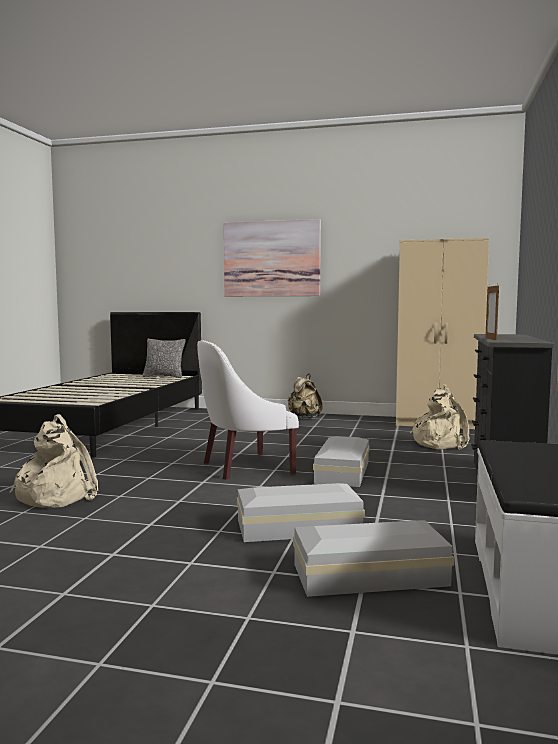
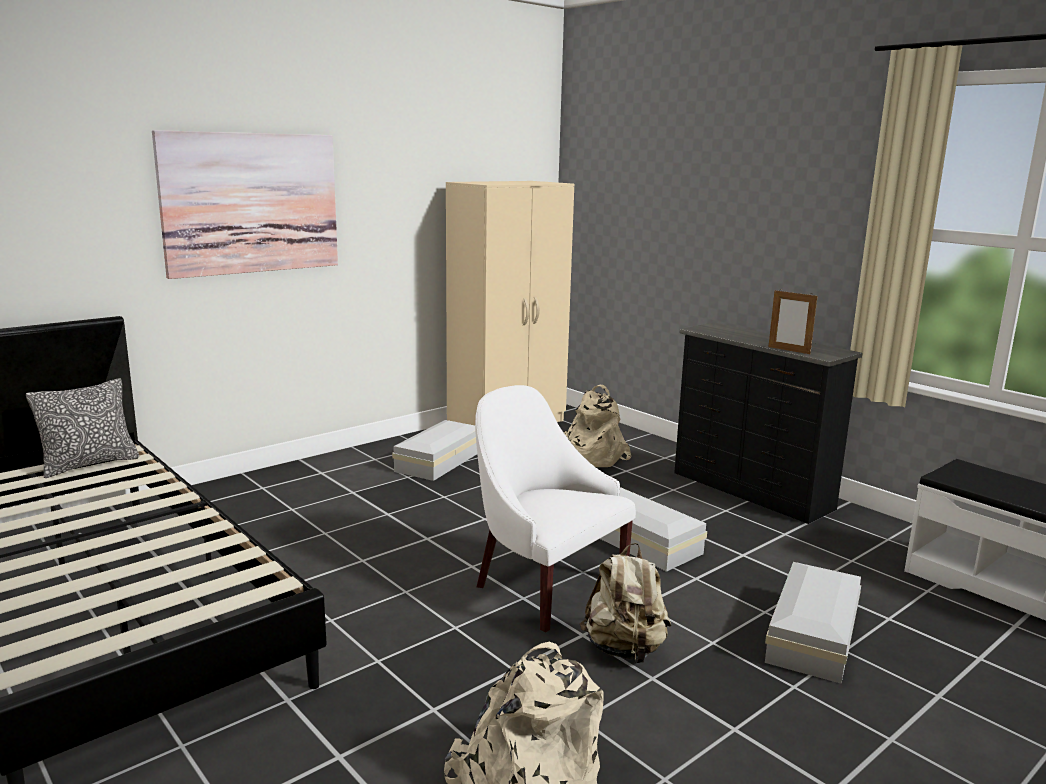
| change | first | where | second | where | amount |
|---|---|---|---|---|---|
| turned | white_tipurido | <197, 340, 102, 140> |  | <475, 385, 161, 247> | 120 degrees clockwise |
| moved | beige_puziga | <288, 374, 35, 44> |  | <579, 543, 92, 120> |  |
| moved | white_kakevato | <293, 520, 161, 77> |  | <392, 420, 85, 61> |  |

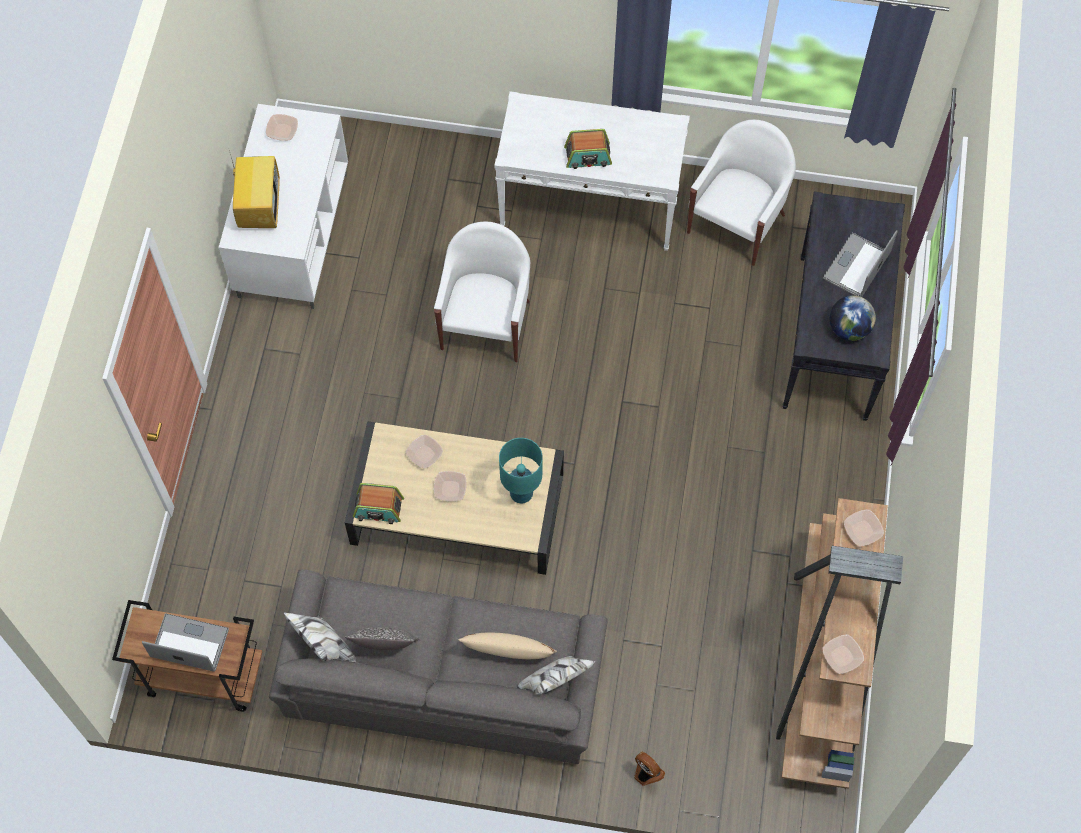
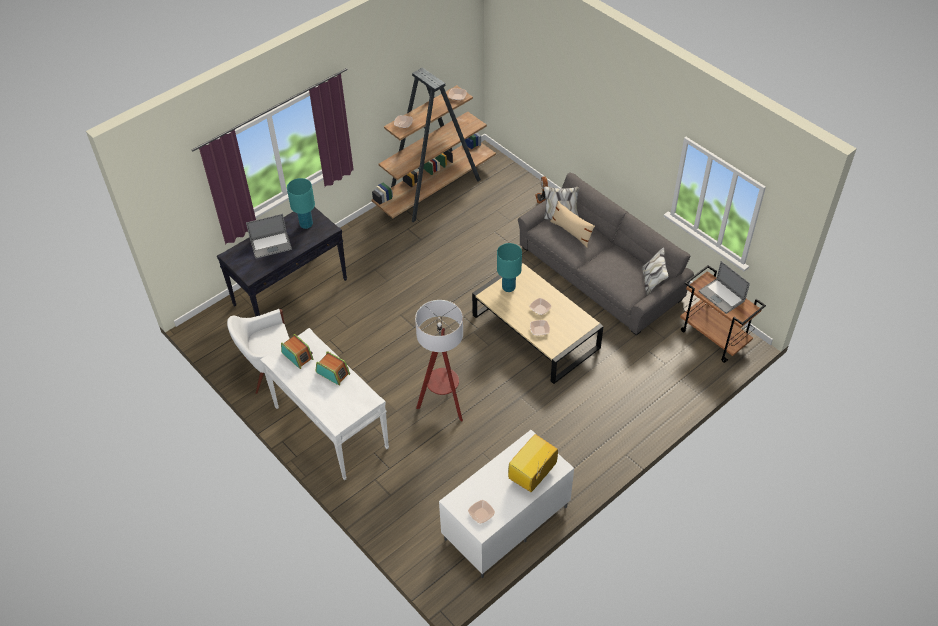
| change | first | where | second | where | amount |
|---|---|---|---|---|---|
| replaced | white_tipurido | <434, 221, 96, 141> | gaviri | <415, 300, 48, 122> |  |
| replaced | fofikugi | <830, 295, 46, 46> | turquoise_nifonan | <287, 178, 28, 51> |  |
| moved | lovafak | <353, 483, 51, 41> |  | <281, 334, 32, 35> |  |
| removed | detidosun | <345, 626, 75, 24> |  |  |  |

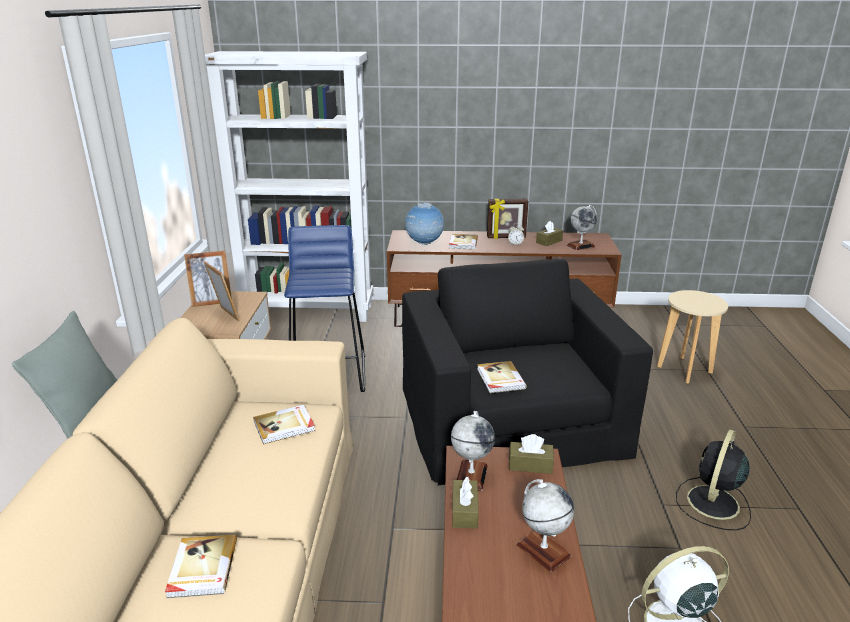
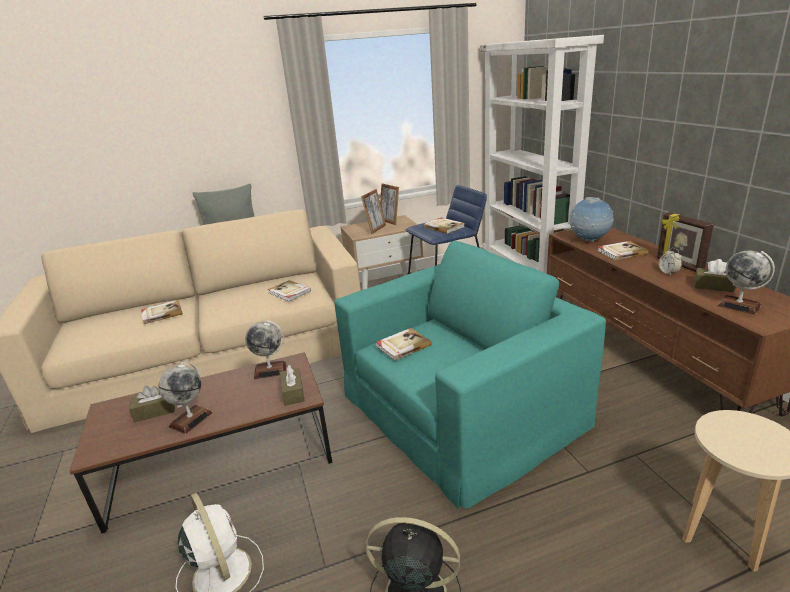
| change | first | where | second | where | amount |
|---|---|---|---|---|---|
| recoloured | black_tipurido | <402, 259, 251, 226> | turquoise_tipurido | <334, 241, 272, 269> |  |
| moved | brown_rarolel | <452, 476, 27, 53> |  | <129, 386, 46, 36> |  |
| added |  |  | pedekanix | <423, 218, 42, 16> |  |

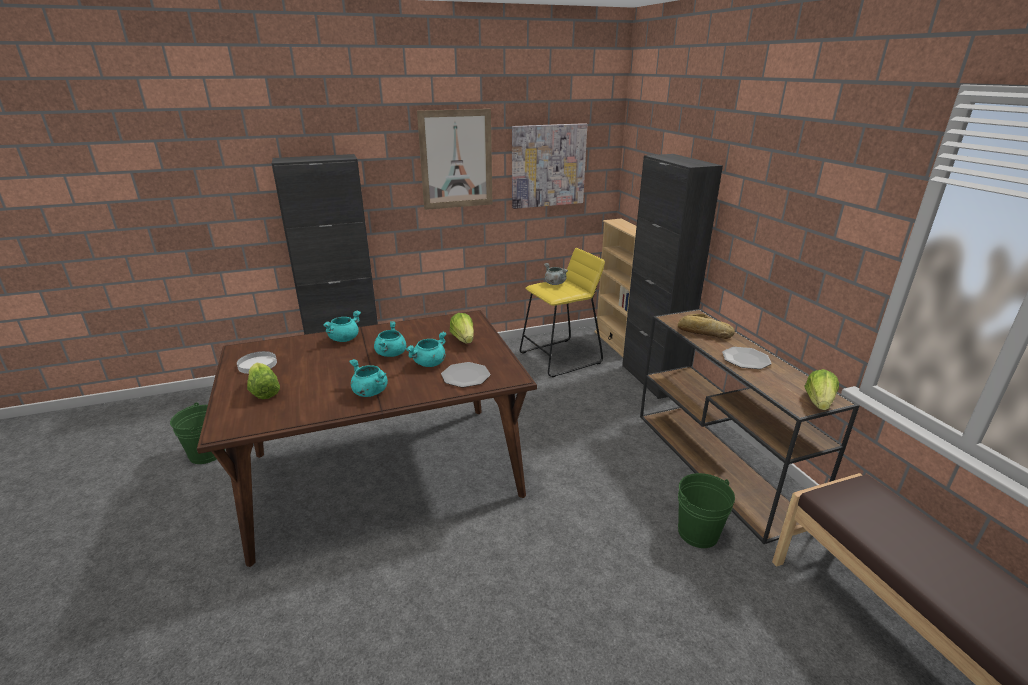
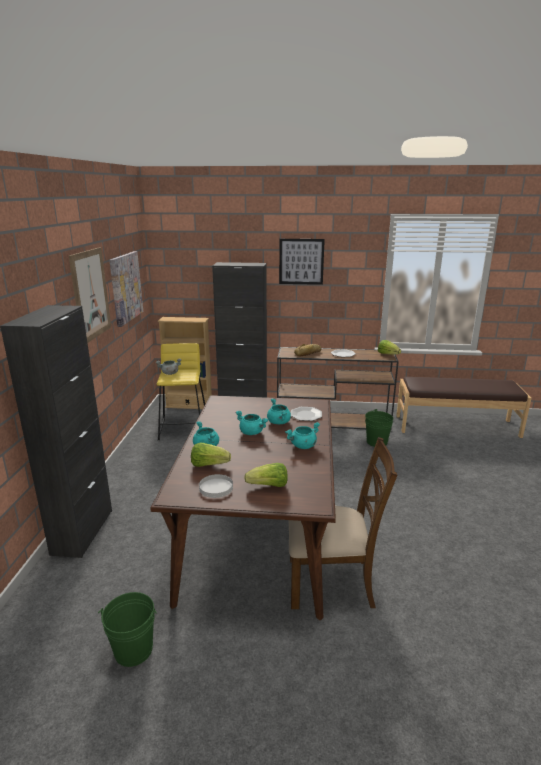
| change | first | where | second | where | amount |
|---|---|---|---|---|---|
| moved | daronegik | <450, 313, 24, 31> |  | <191, 442, 40, 25> |  |
| added |  |  | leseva | <279, 239, 46, 46> |  |
| added |  |  | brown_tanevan | <288, 437, 110, 172> |  |

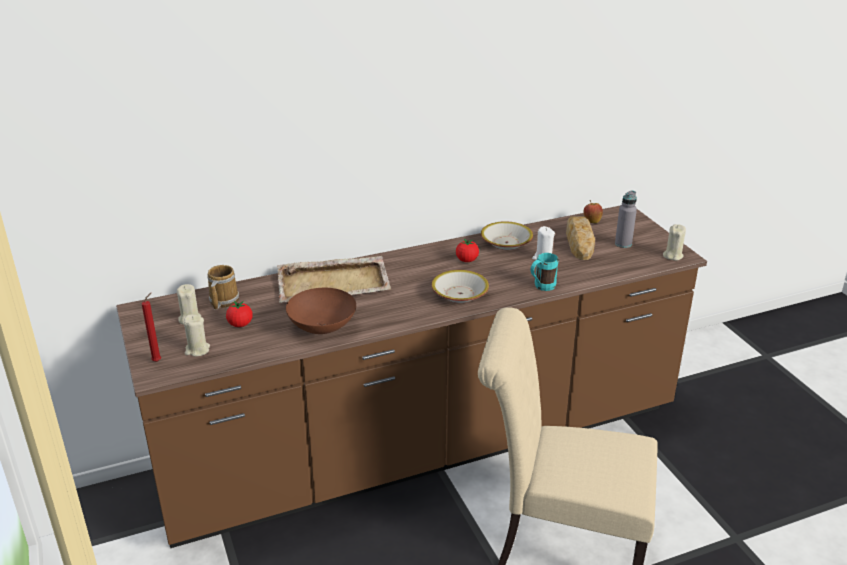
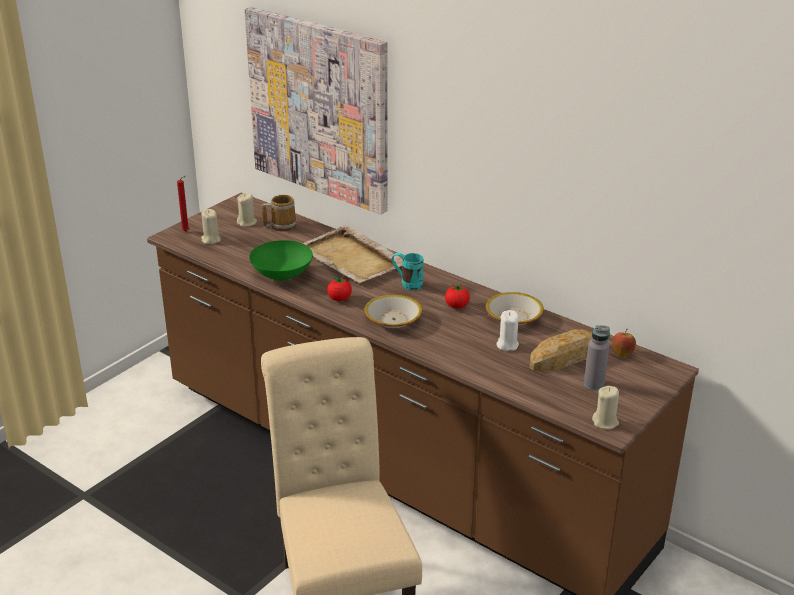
| change | first | where | second | where | amount |
|---|---|---|---|---|---|
| moved | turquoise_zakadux | <531, 253, 28, 38> |  | <392, 253, 32, 38> |  |
| recoloured | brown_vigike | <286, 288, 70, 46> | green_vigike | <250, 240, 63, 41> |  |
| moved | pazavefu | <226, 301, 27, 26> |  | <327, 276, 25, 25> |  |
| added |  |  | leseva | <244, 7, 144, 208> |  |

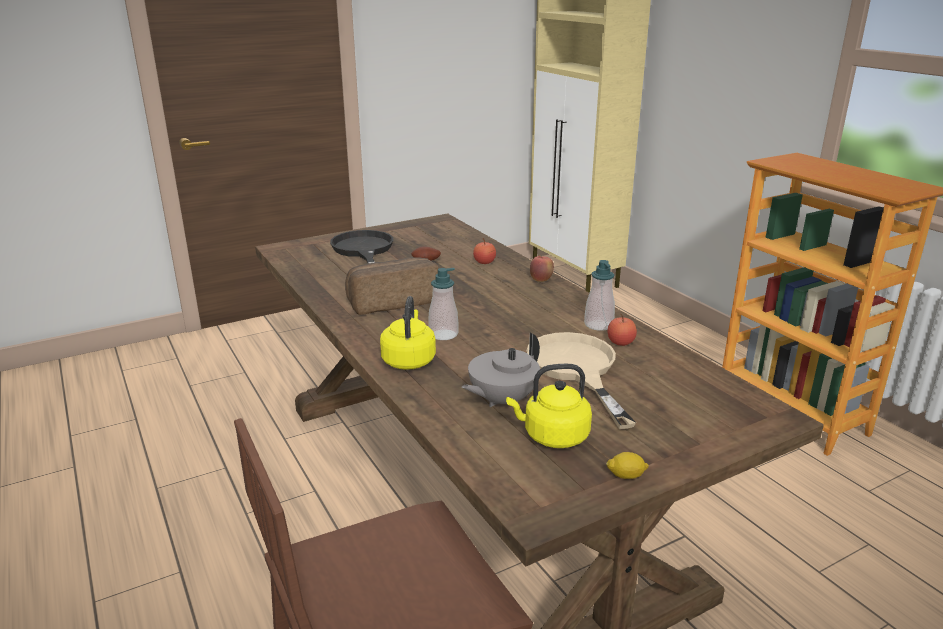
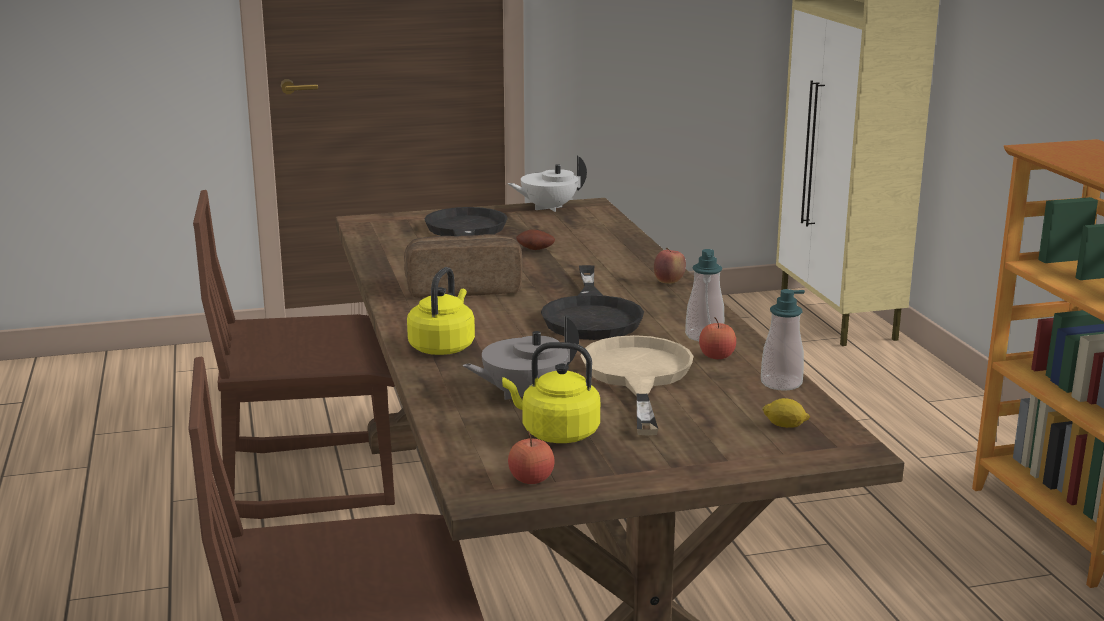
| change | first | where | second | where | amount |
|---|---|---|---|---|---|
| moved | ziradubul | <473, 238, 23, 26> |  | <508, 431, 47, 53> |  |
| moved | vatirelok | <428, 268, 31, 72> |  | <761, 289, 44, 102> |  |
| moved | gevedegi | <606, 452, 43, 27> |  | <762, 398, 48, 30> |  |
| added |  |  | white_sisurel | <507, 156, 80, 56> |  |
| added |  |  | brown_tanevan | <193, 190, 202, 329> |  |
| added |  |  | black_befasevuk | <541, 265, 103, 75> |  |

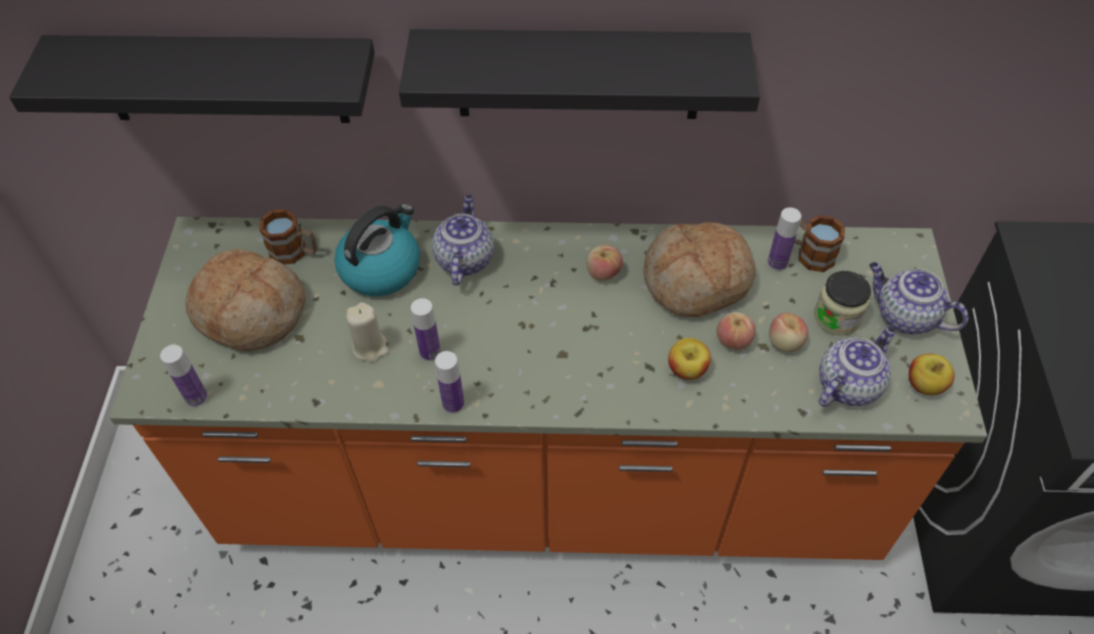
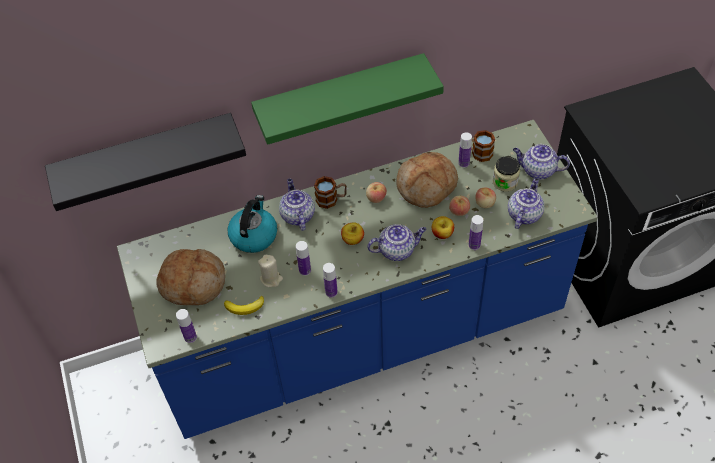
| change | first | where | second | where | amount |
|---|---|---|---|---|---|
| recoloured | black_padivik | <399, 29, 361, 90> | green_padivik | <251, 53, 193, 92> |  |
| moved | zakadux | <259, 209, 58, 56> |  | <314, 176, 33, 33> |  |
| recoloured | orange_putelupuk | <109, 217, 878, 343> | blue_putelupuk | <117, 120, 481, 319> |  |
| moved | ziradubul | <909, 354, 45, 41> |  | <341, 222, 23, 23> |  |
| added |  |  | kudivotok | <469, 215, 14, 35> |  |
| added |  |  | sisurel | <367, 224, 59, 37> |  |
| added |  |  | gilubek | <224, 296, 40, 19> |  |

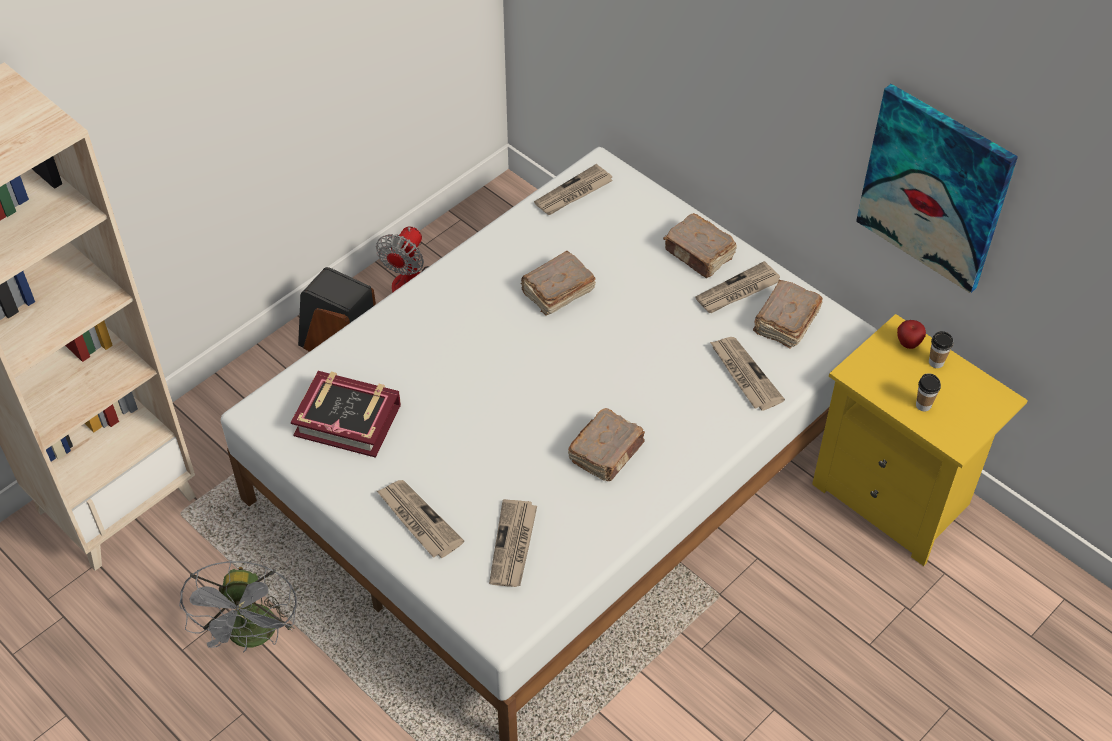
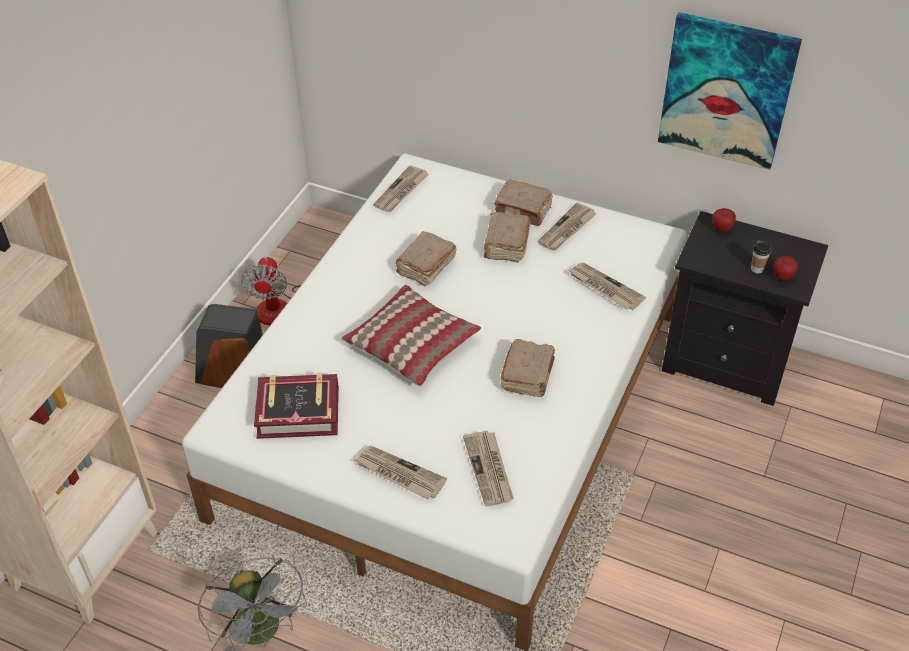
| change | first | where | second | where | amount |
|---|---|---|---|---|---|
| moved | brown_pedekanix | <753, 279, 70, 70> |  | <484, 212, 47, 51> |  |
| recoloured | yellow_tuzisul | <812, 314, 216, 252> | black_tuzisul | <662, 211, 166, 195> |  |
| removed | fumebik | <929, 331, 24, 37> |  |  |  |
| added |  |  | ziradubul | <774, 256, 24, 25> |  |
| added |  |  | detidosun | <341, 285, 140, 101> |  |

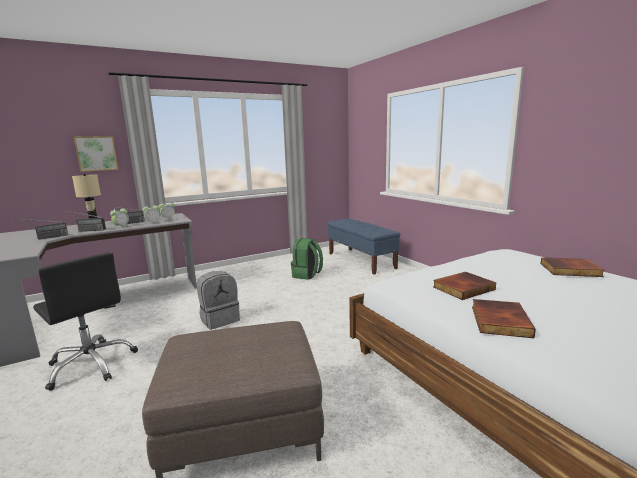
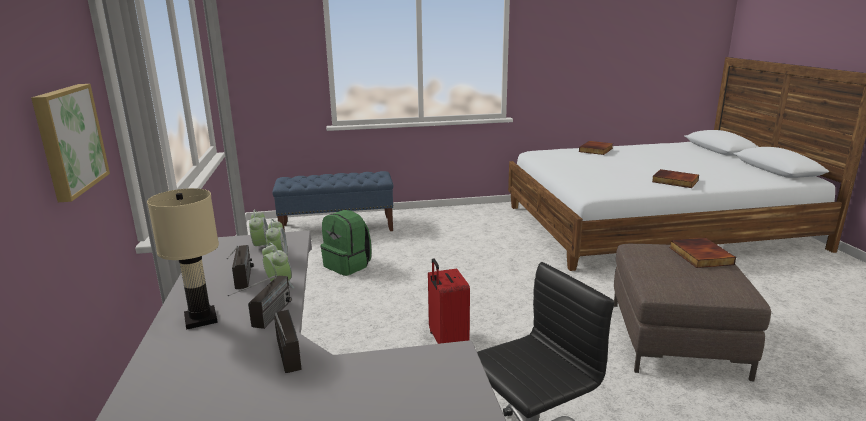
| change | first | where | second | where | amount |
|---|---|---|---|---|---|
| replaced | grey_puziga | <197, 271, 43, 59> | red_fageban | <428, 258, 42, 86> |  |
| moved | pedekanix | <433, 272, 63, 28> |  | <669, 238, 67, 30> |  |

